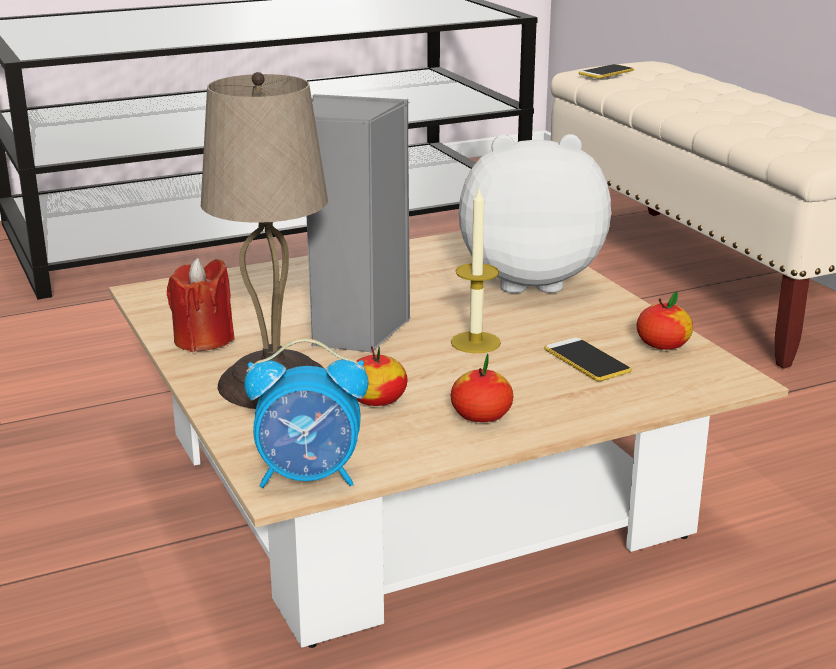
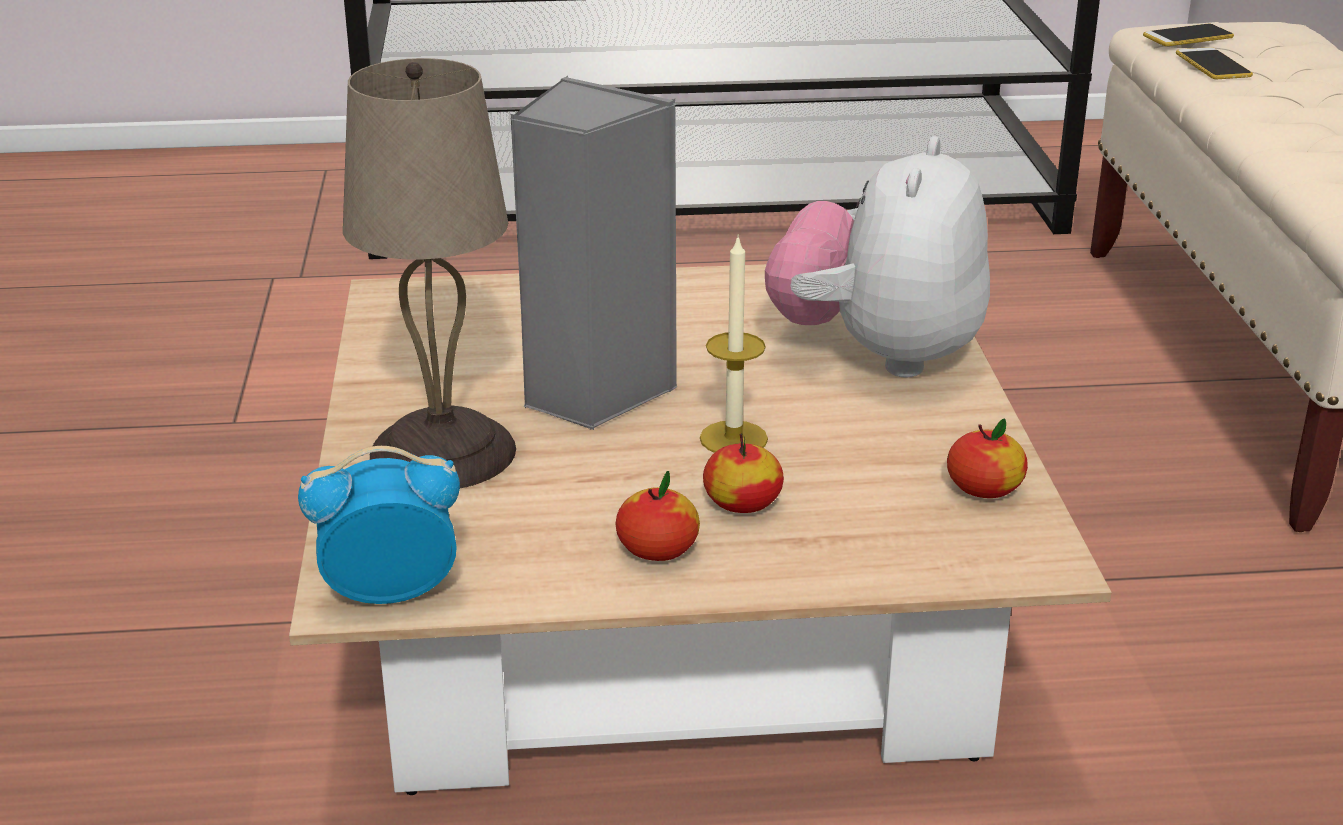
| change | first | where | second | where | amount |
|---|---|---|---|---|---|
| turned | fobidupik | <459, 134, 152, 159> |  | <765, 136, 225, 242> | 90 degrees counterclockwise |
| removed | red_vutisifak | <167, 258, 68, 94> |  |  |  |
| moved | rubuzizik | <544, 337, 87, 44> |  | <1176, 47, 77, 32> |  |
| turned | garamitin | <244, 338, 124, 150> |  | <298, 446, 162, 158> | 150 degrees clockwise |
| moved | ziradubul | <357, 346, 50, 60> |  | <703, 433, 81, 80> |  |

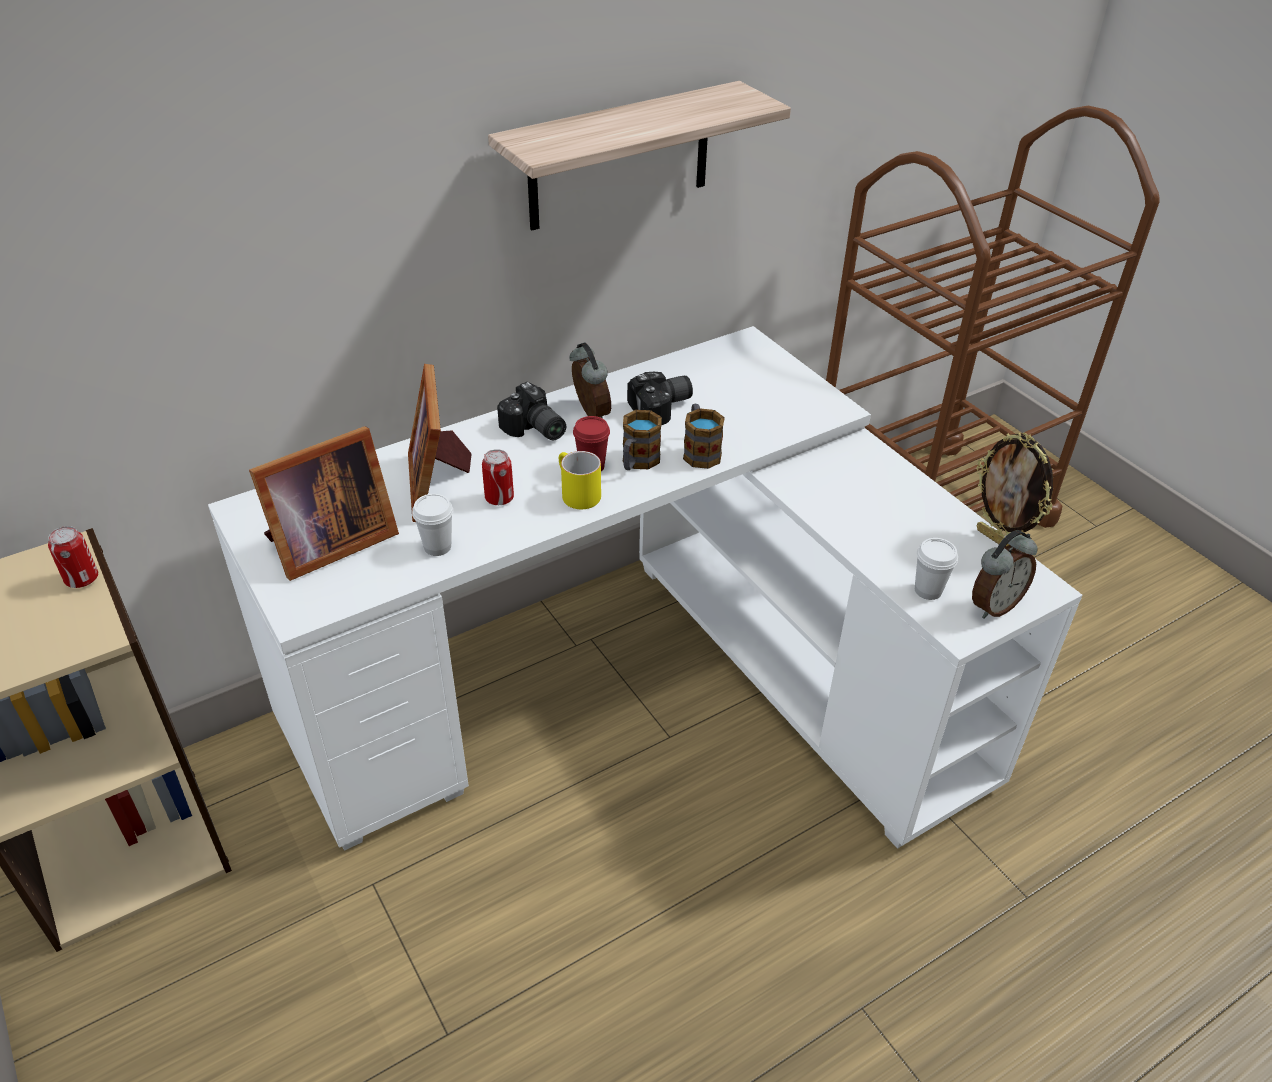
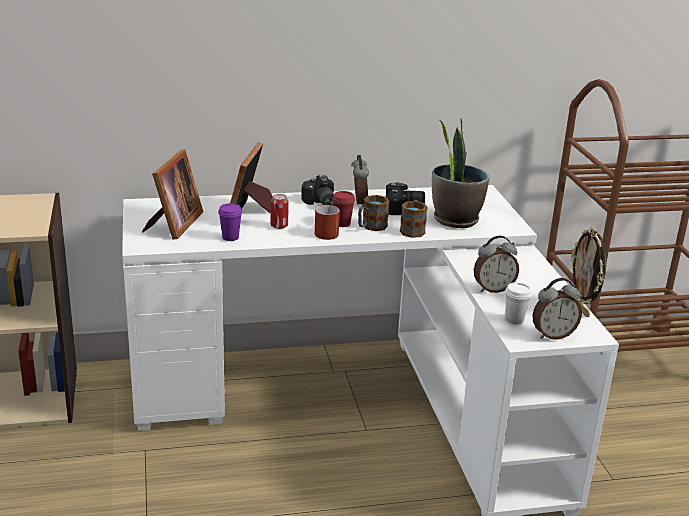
| change | first | where | second | where | amount |
|---|---|---|---|---|---|
| removed | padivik | <488, 81, 303, 149> |  |  |  |
| turned | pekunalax | <249, 426, 150, 155> |  | <142, 150, 61, 90> | 60 degrees counterclockwise |
| recoloured | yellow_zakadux | <559, 451, 42, 58> | red_zakadux | <315, 205, 25, 35> |  |
| recoloured | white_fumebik | <412, 494, 41, 62> | purple_fumebik | <218, 203, 24, 38> |  |
| removed | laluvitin | <48, 526, 50, 62> |  |  |  |
| added |  |  | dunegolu | <432, 118, 57, 110> |  |
| added |  |  | garamitin | <474, 236, 45, 57> |  |

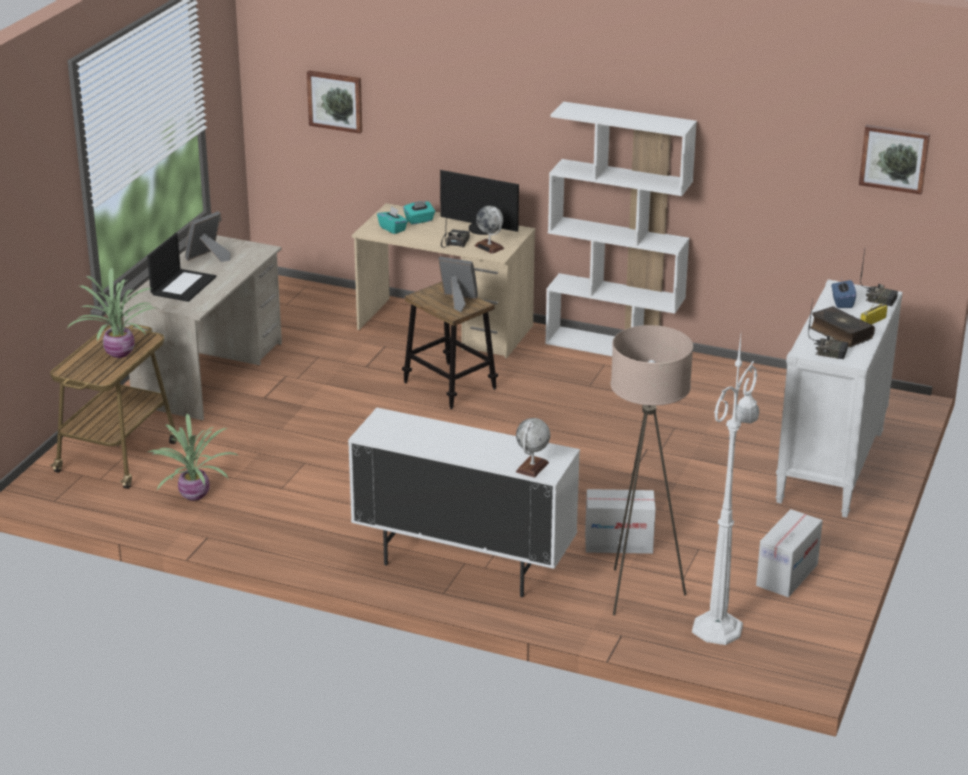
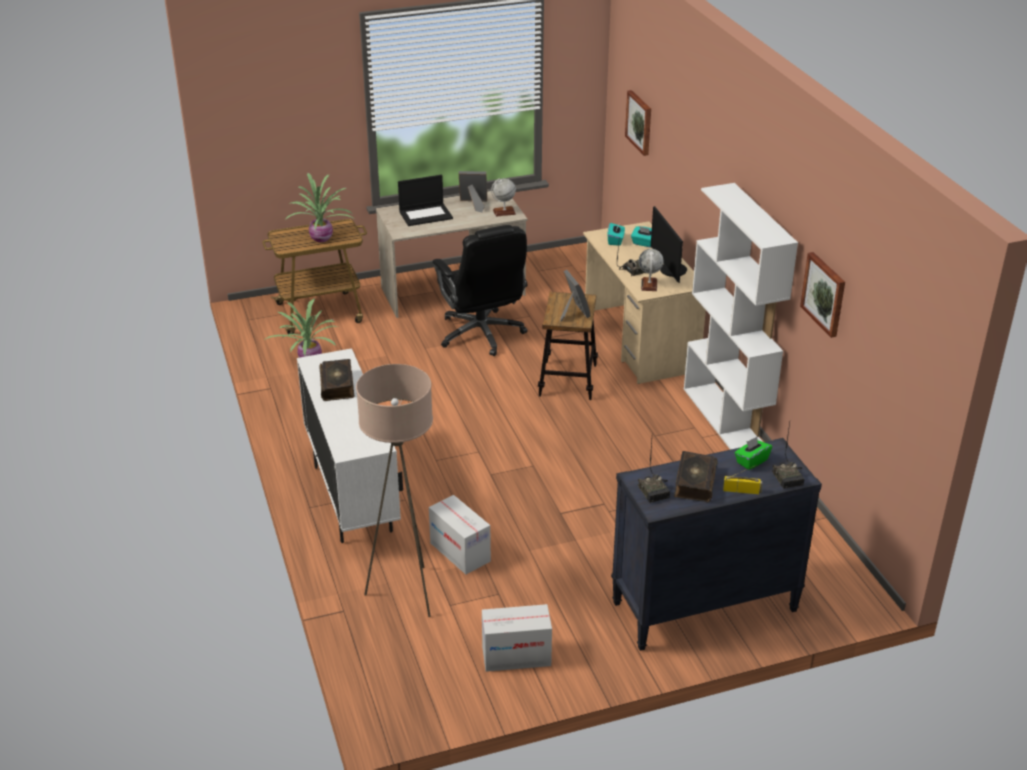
| change | first | where | second | where | amount |
|---|---|---|---|---|---|
| moved | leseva | <859, 125, 71, 70> |  | <800, 252, 45, 86> |  |
| recoloured | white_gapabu | <775, 279, 128, 239> | black_gapabu | <611, 438, 211, 213> |  |
| recoloured | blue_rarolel | <831, 279, 25, 29> | green_rarolel | <735, 437, 37, 33> |  |
| removed | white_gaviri | <692, 335, 67, 310> |  |  |  |
| moved | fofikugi | <516, 418, 34, 60> |  | <491, 178, 25, 39> |  |
| added |  |  | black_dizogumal | <432, 225, 95, 131> |  |
| added |  |  | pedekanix | <319, 359, 36, 42> |  |

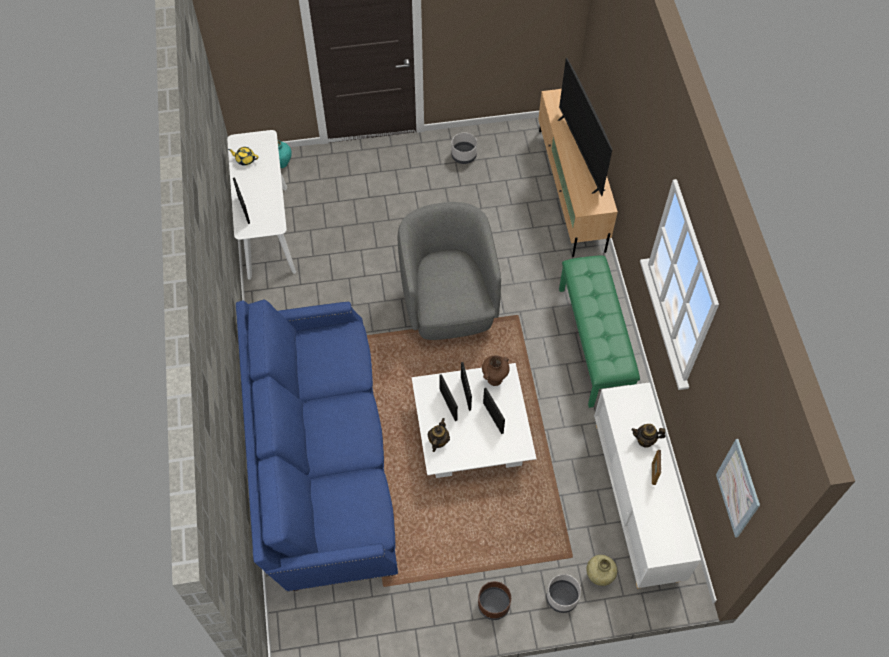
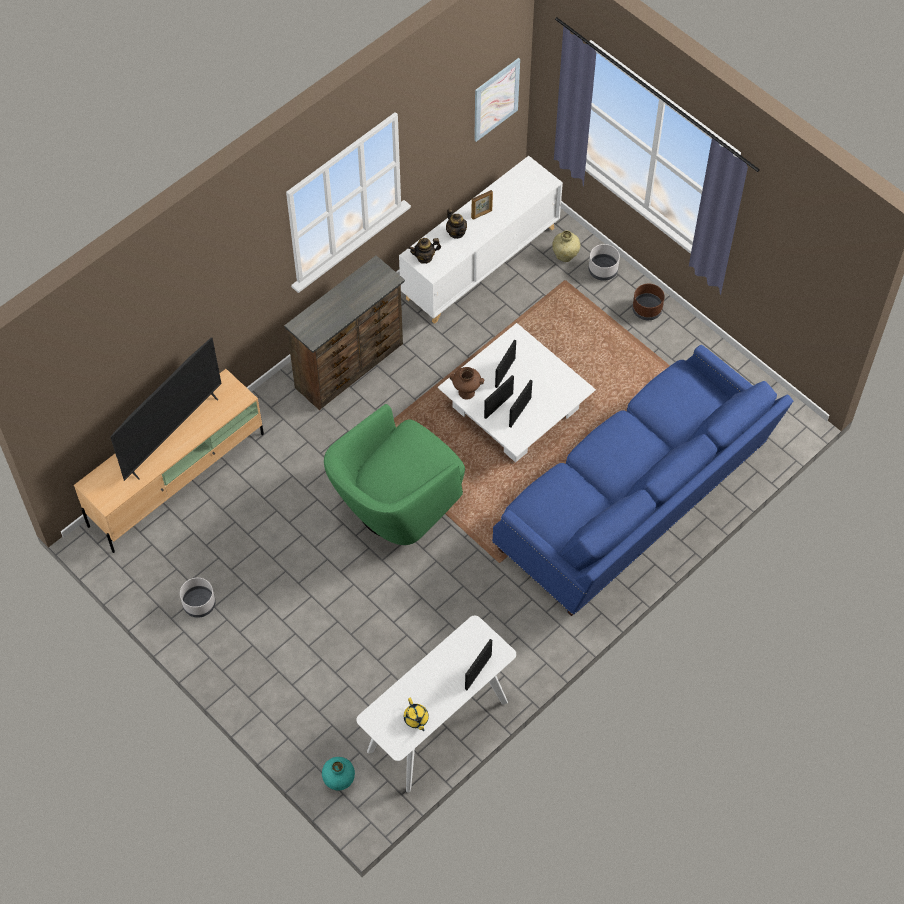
| change | first | where | second | where | amount |
|---|---|---|---|---|---|
| recoloured | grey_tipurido | <398, 202, 103, 138> | green_tipurido | <324, 404, 141, 141> |  |
| replaced | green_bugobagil | <559, 256, 81, 152> | brown_gapabu | <284, 255, 121, 155> |  |
| moved | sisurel | <427, 418, 23, 34> |  | <408, 238, 33, 26> |  |

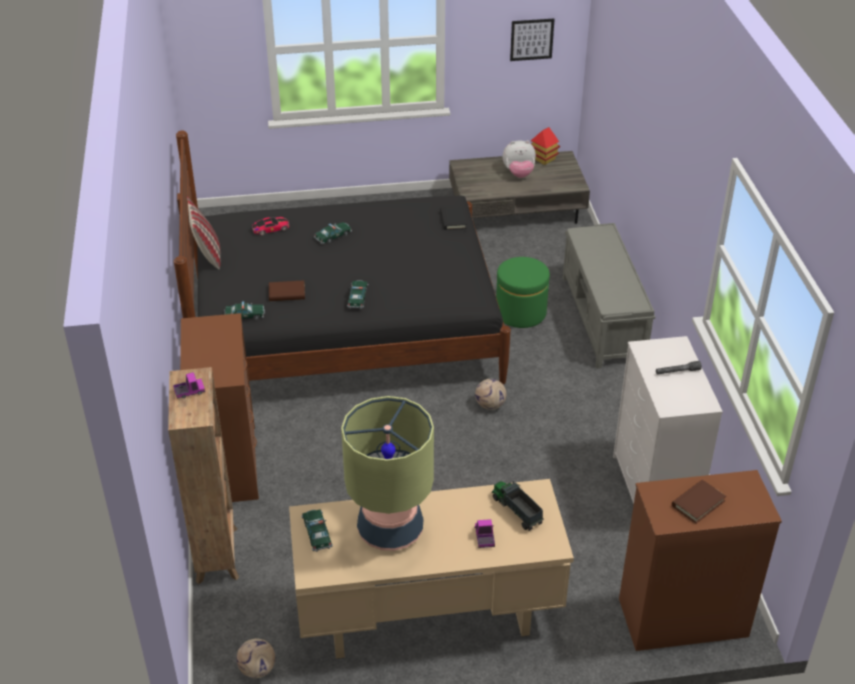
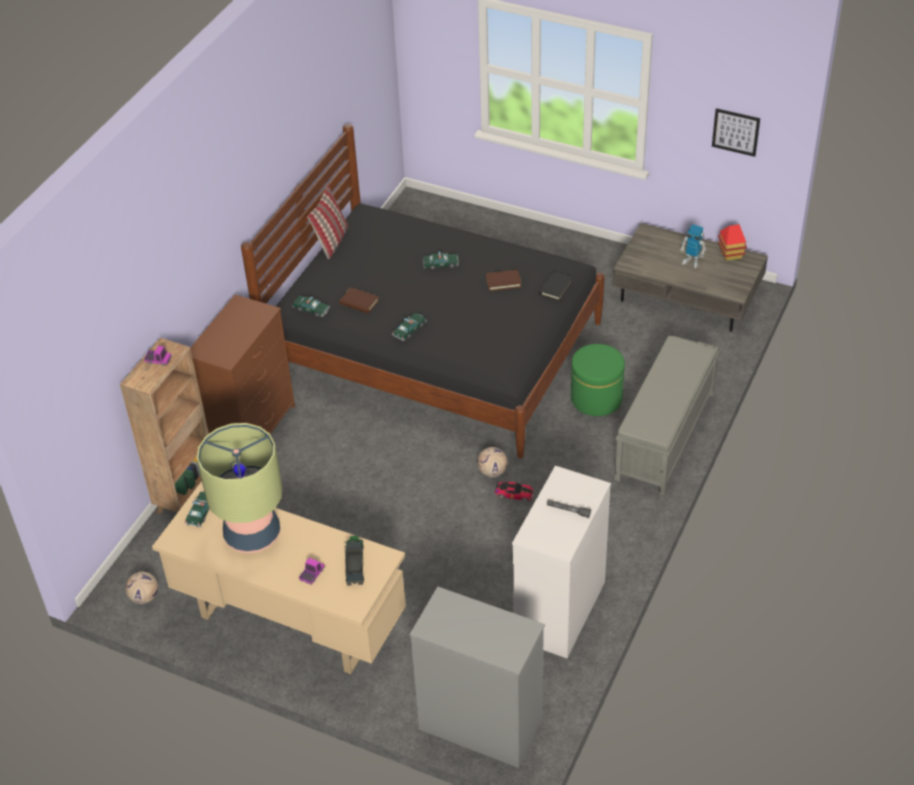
| change | first | where | second | where | amount |
|---|---|---|---|---|---|
| replaced | fobidupik | <503, 140, 33, 38> | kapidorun | <680, 224, 26, 44> |  |
| moved | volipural | <252, 217, 38, 19> |  | <495, 482, 39, 20> |  |
| recoloured | brown_gapabu | <619, 470, 163, 181> | grey_gapabu | <409, 586, 136, 182> |  |
| moved | brown_pedekanix | <672, 480, 54, 43> |  | <486, 269, 36, 22> |  |

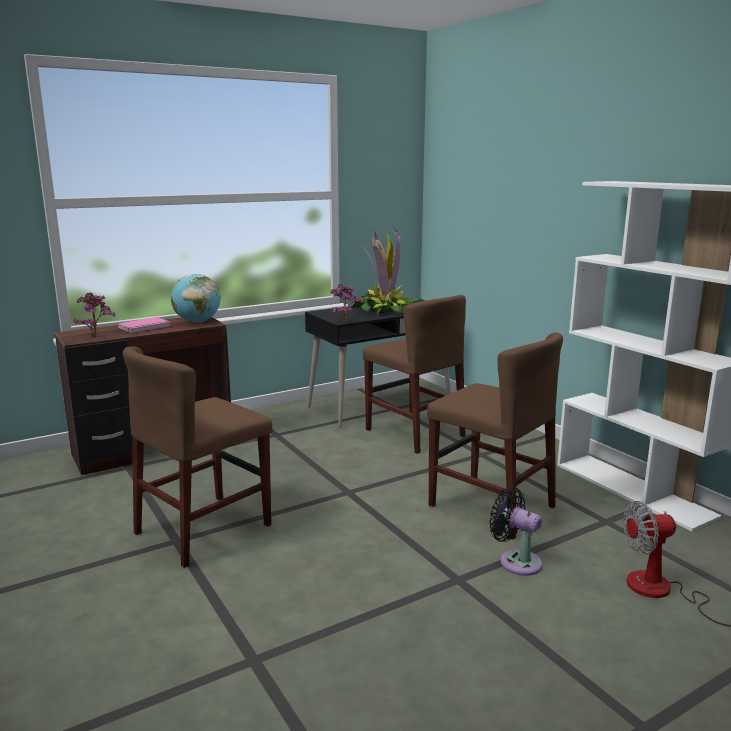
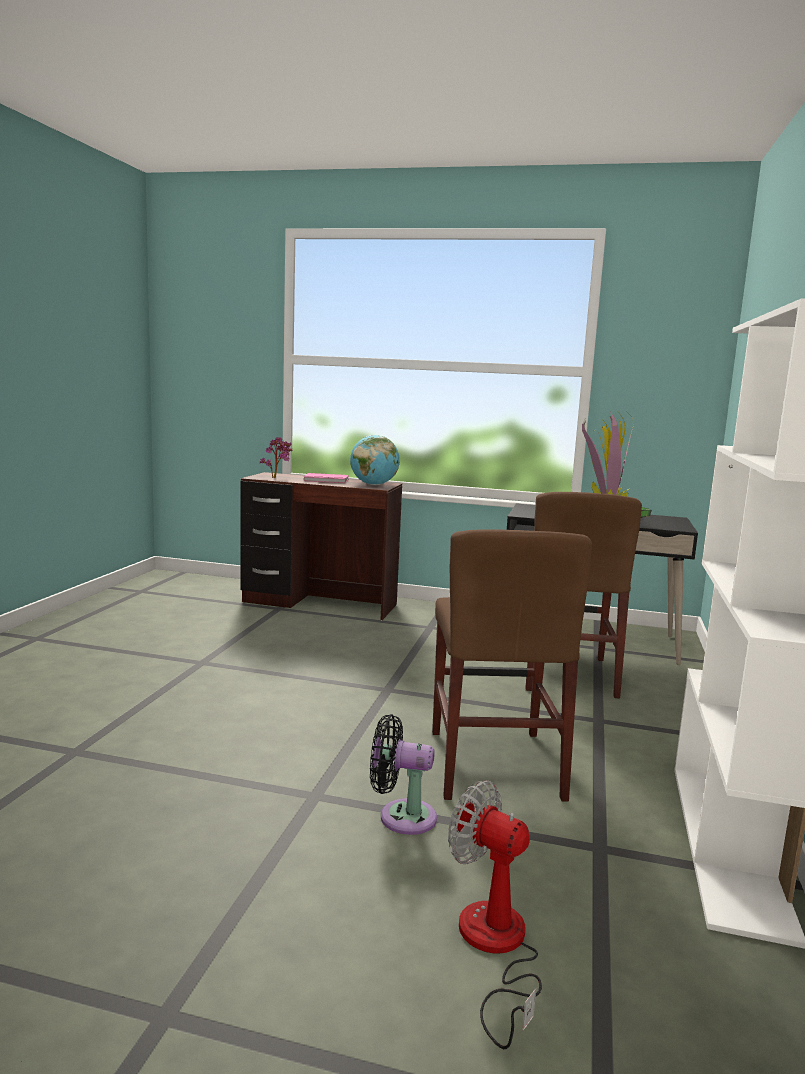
| change | first | where | second | where | amount |
|---|---|---|---|---|---|
| removed | dunegolu | <331, 284, 33, 38> |  |  |  |
| removed | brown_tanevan | <123, 346, 149, 222> |  |  |  |
| turned | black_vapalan | <489, 487, 54, 89> |  | <370, 714, 67, 121> | 75 degrees counterclockwise |

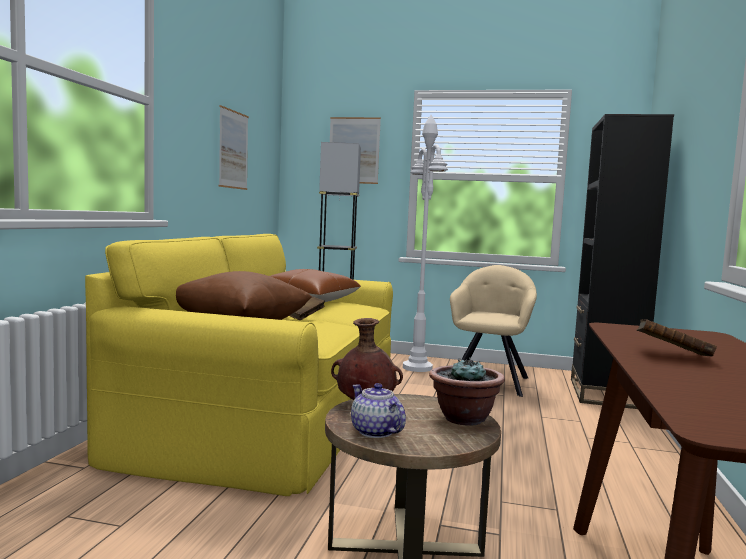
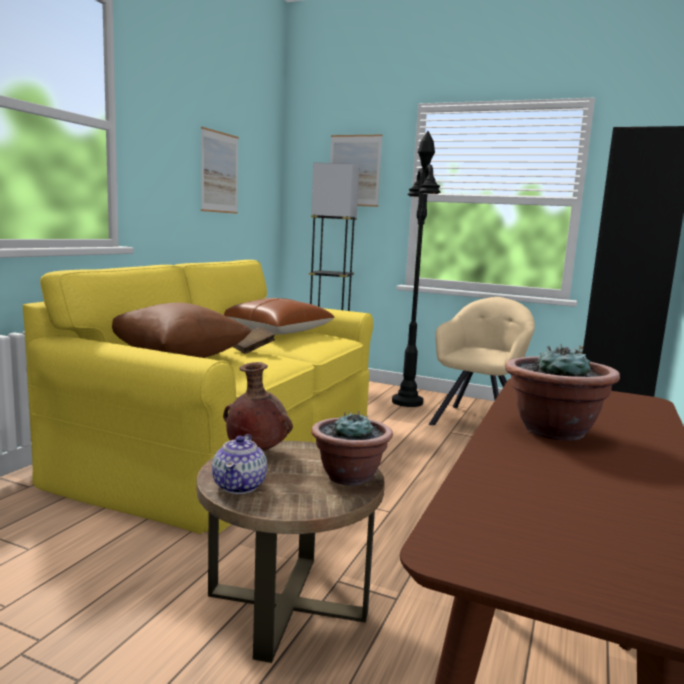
| change | first | where | second | where | amount |
|---|---|---|---|---|---|
| recoloured | white_gaviri | <403, 115, 45, 257> | black_gaviri | <392, 131, 49, 276> |  |
| replaced | brown_pedekanix | <636, 319, 81, 37> | dunegolu | <505, 344, 115, 97> |  |
| turned | sisurel | <351, 383, 55, 55> |  | <212, 434, 55, 60> | 150 degrees counterclockwise |

